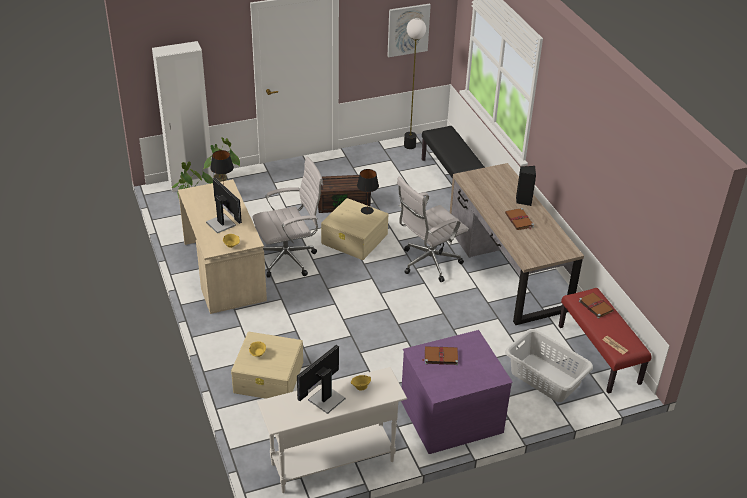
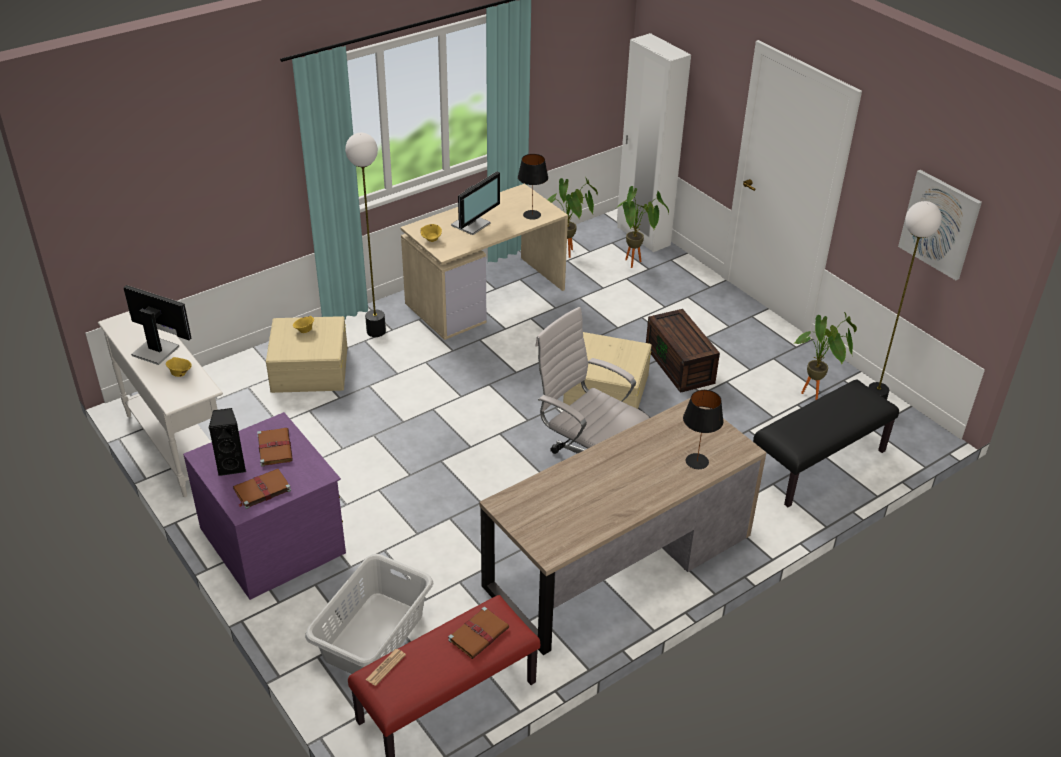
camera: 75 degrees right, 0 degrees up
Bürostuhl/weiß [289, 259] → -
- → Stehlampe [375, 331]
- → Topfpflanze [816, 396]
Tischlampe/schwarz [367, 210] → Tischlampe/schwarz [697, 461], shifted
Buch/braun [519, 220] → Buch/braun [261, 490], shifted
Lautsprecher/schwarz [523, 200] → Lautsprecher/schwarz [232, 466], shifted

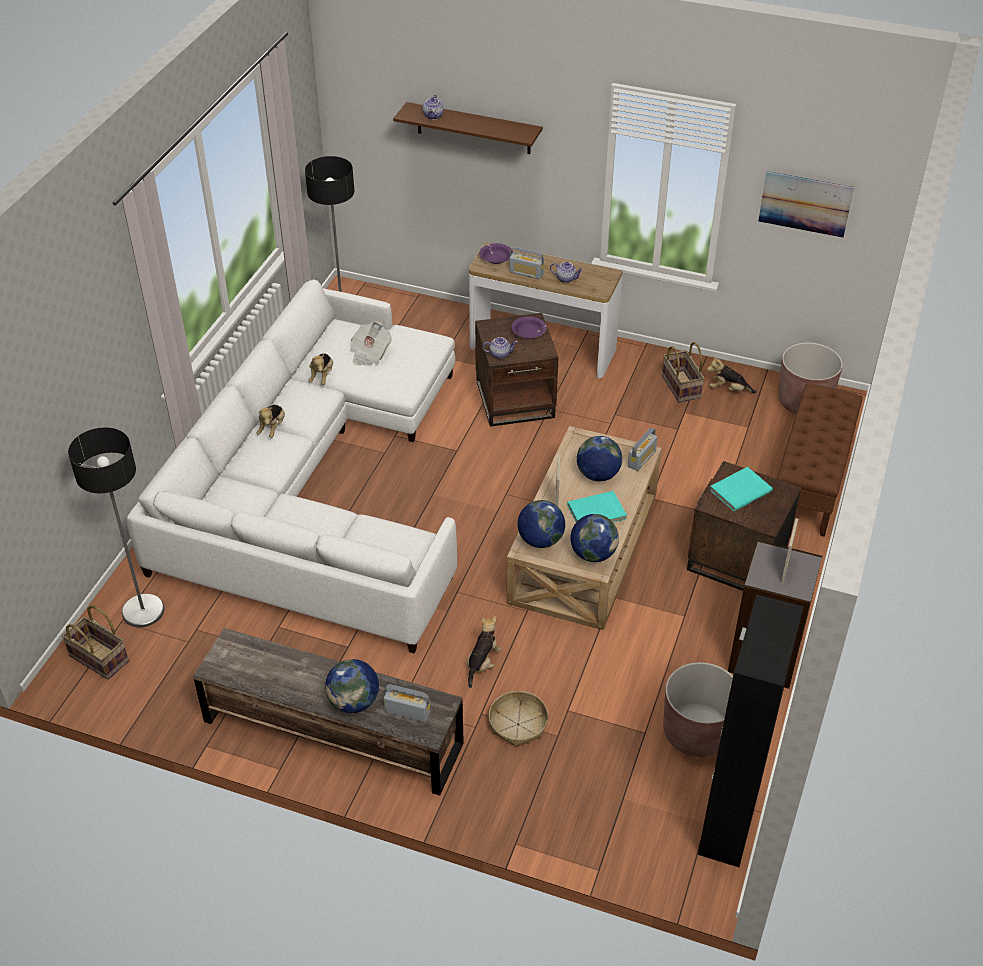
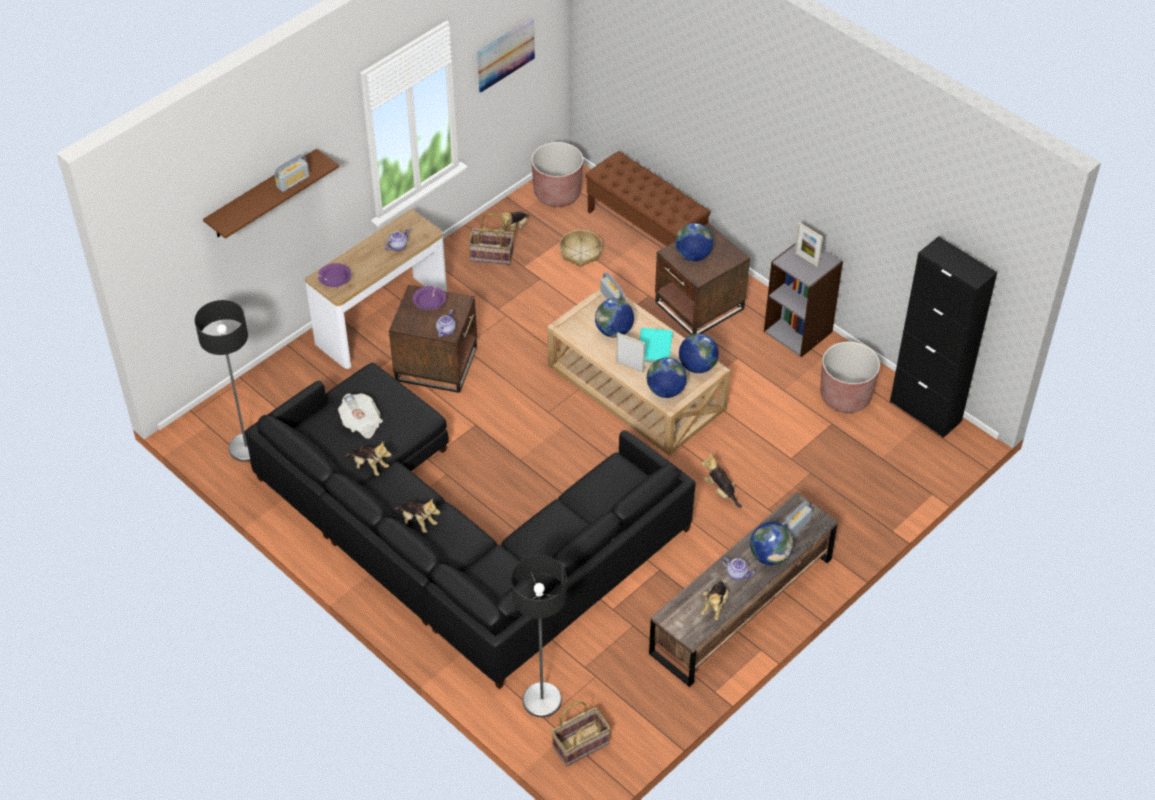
camera: 65 degrees left, 5 degrees up
- → Plüschtier [715, 605]
Teekanne [433, 116] → Teekanne [737, 574], shifted
Korb [518, 724] → Korb [580, 253], shifted
Radio [526, 273] → Radio [293, 181], shifted
Buch/türkis [739, 490] → Globus [693, 256]
Sofa/weiß [314, 485] → Sofa/schwarz [457, 535]

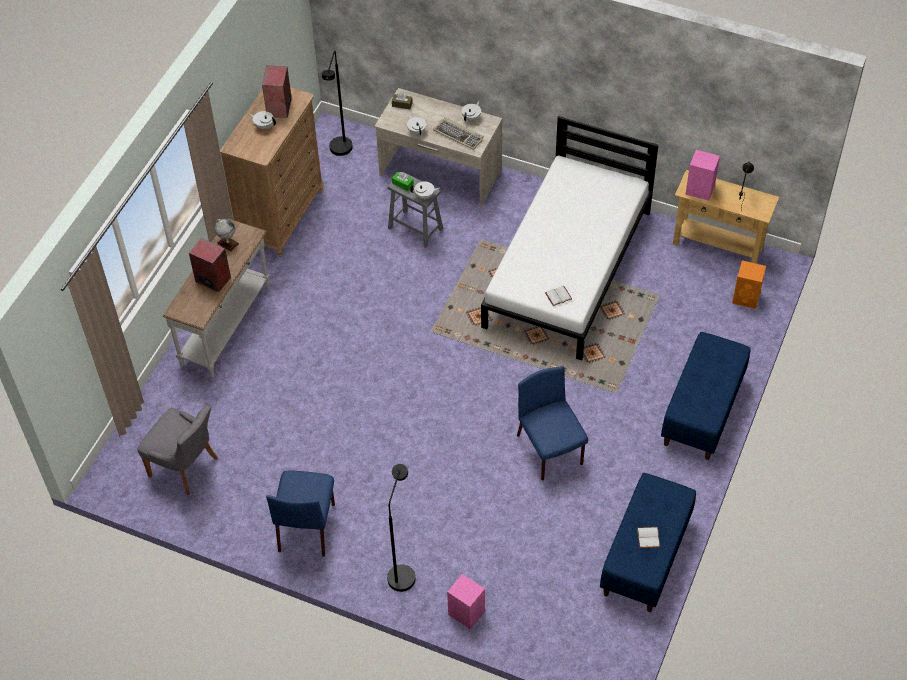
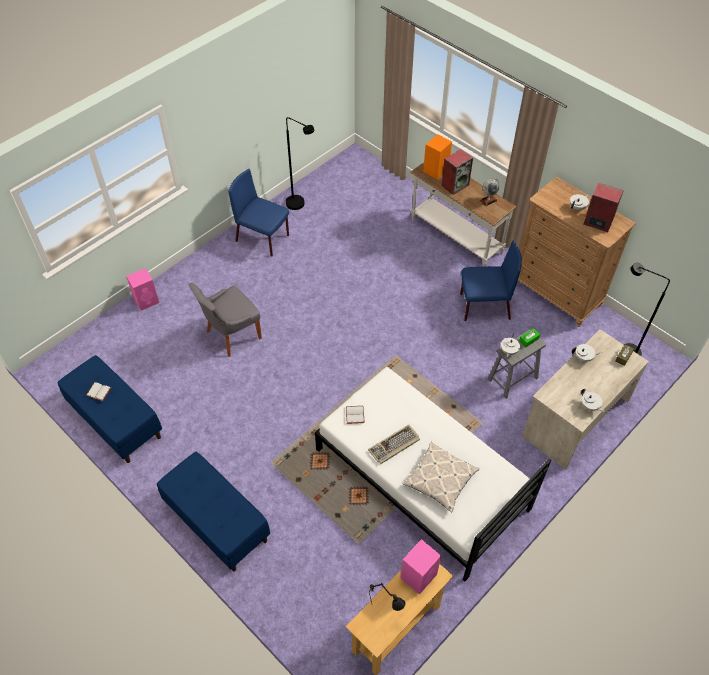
camera: 110 degrees right, 0 degrees up
- → Kissen [440, 479]
Stuhl/grau [186, 467] → Stuhl/grau [231, 335], shifted
Stehlampe/schwarz [402, 571] → Stehlampe/schwarz [300, 205], shifted
Tastatur [459, 135] → Tastatur [394, 445], shifted
Stuhl/blau [550, 451] → Stuhl/blau [483, 306], shifted
Lautsprecher/orange [746, 298] → Lautsprecher/orange [435, 170], shifted

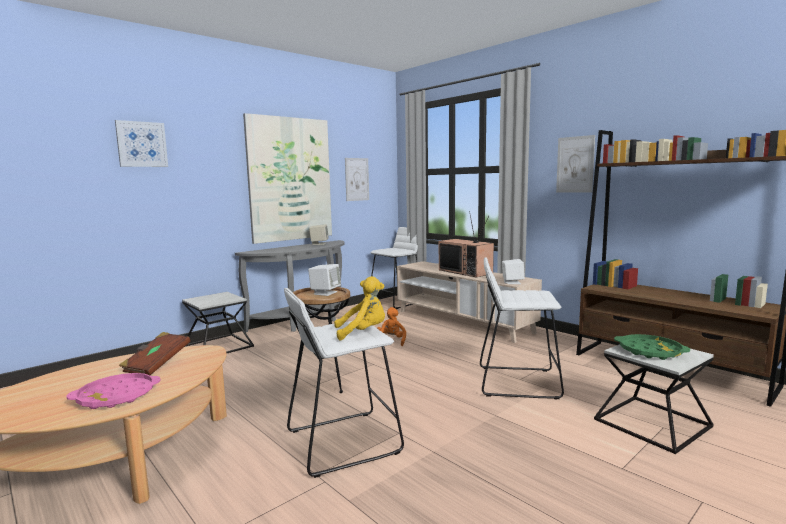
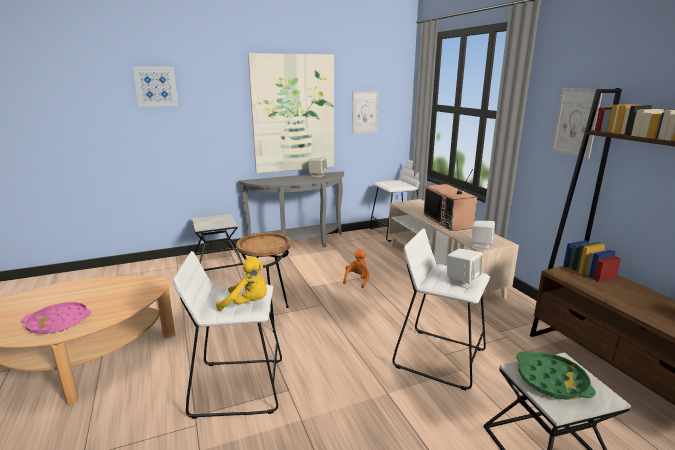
camera: 20 degrees right, 10 degrees up
Buch/braun [156, 365] → -
Lautsprecher/weiß [325, 293] → Lautsprecher/weiß [462, 281], shifted

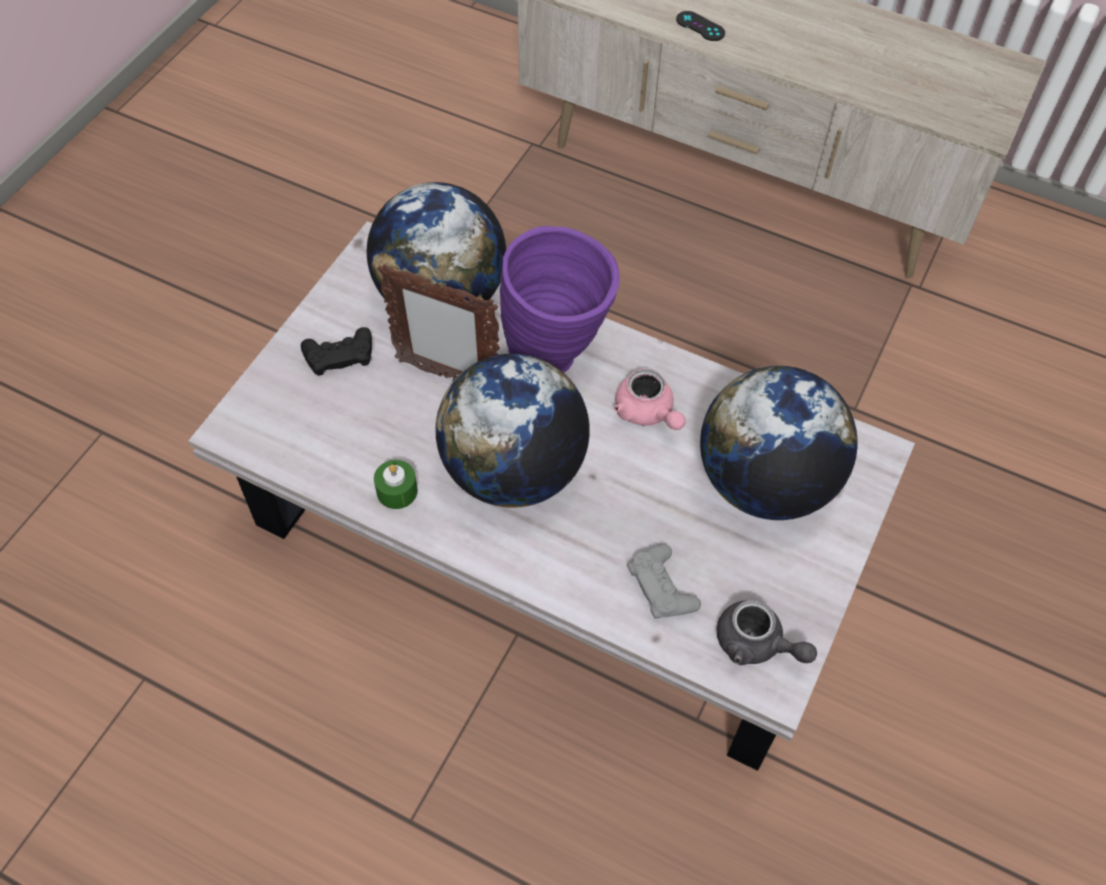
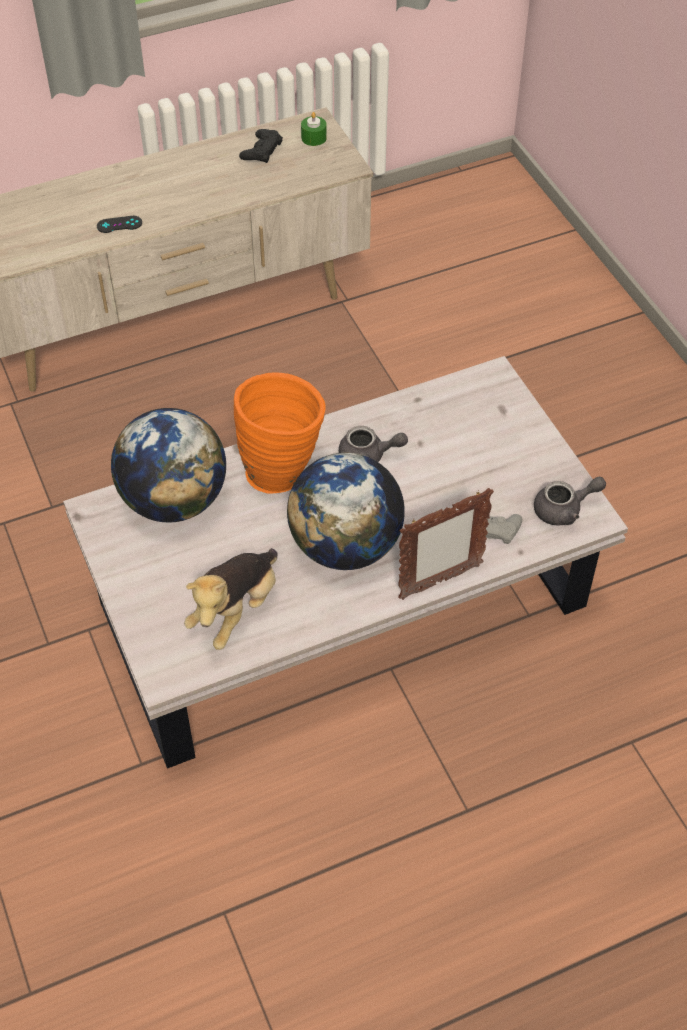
camera: 50 degrees left, 5 degrees down
Globus [765, 482] → -
- → Plüschtier [236, 610]
Gamepad/schwarz [339, 355] → Gamepad/schwarz [261, 150], shifted
Kerze/grün [397, 491] → Kerze/grün [314, 138], shifted
Bilderrahmen [447, 377] → Bilderrahmen [439, 582], shifted
Vase/lila [558, 355] → Vase/orange [282, 470]
Teekanne/rosa [647, 413] → Teekanne/grau [368, 456]

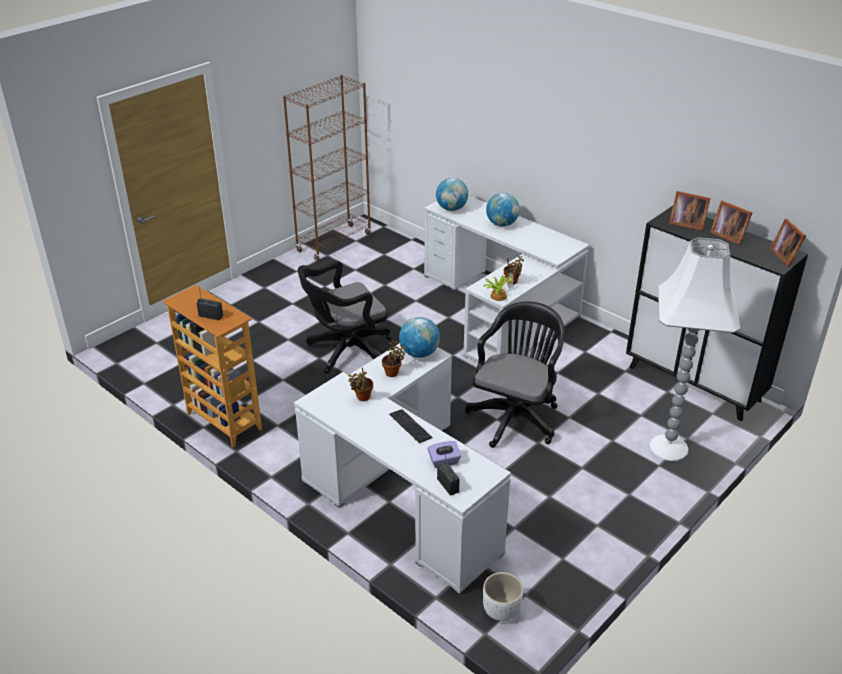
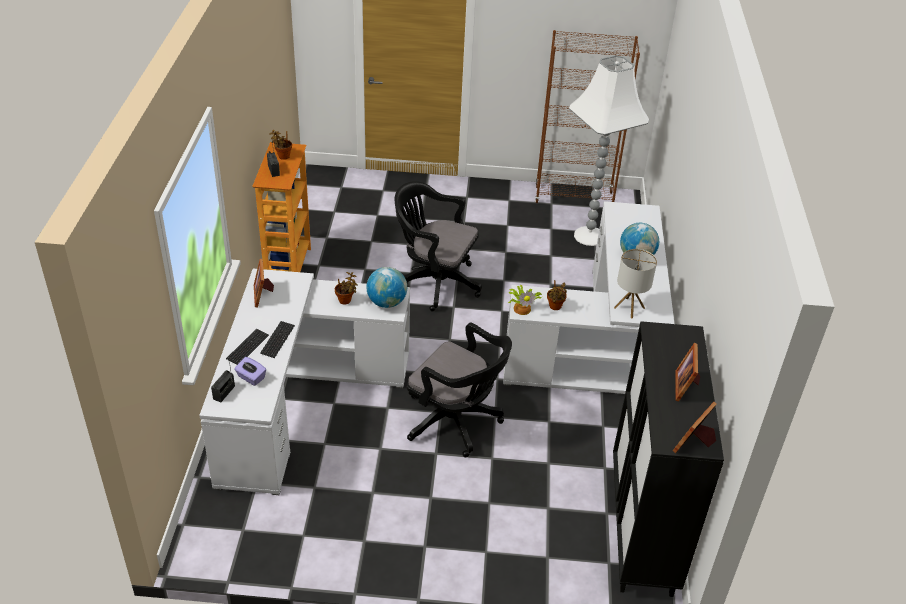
camera: 50 degrees right, 5 degrees up
Globus [451, 209] → -
Pflanzkübel/weiß [501, 610] → -
- → Tastatur [247, 347]
- → Tischlampe [629, 307]
Topfpflanze [362, 398] → Topfpflanze [282, 156], shifted
Stehlampe/weiß [668, 447] → Stehlampe/weiß [589, 235], shifted
Bilderrahmen [686, 223] → Bilderrahmen [263, 294], shifted
Bürostuhl/schwarz [515, 416] → Bürostuhl/schwarz [456, 422], 45 degrees clockwise

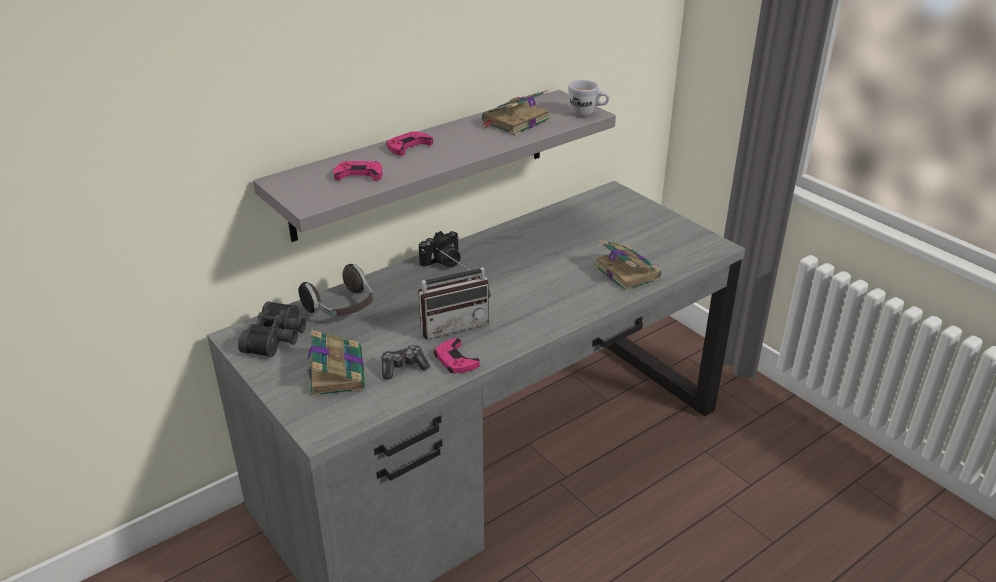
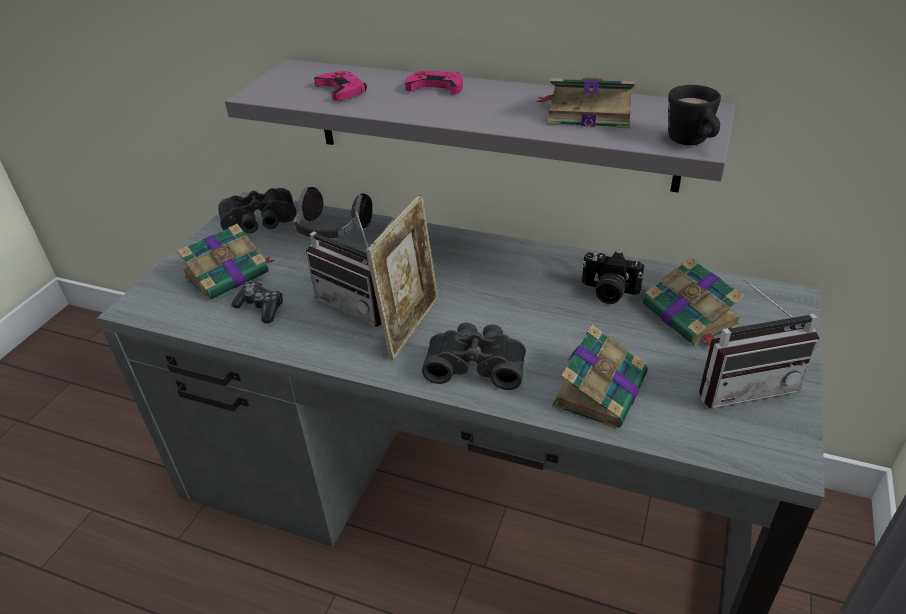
camera: 60 degrees right, 5 degrees up
Gamepad/rosa [455, 360] → -
- → Bilderrahmen [411, 326]
- → Fernglas/schwarz [476, 364]
- → Buch [691, 317]
- → Radio [743, 385]
Kamera [443, 262] → Kamera [608, 292], shifted
Henkelbecher/weiß [587, 113] → Henkelbecher/schwarz [692, 143]

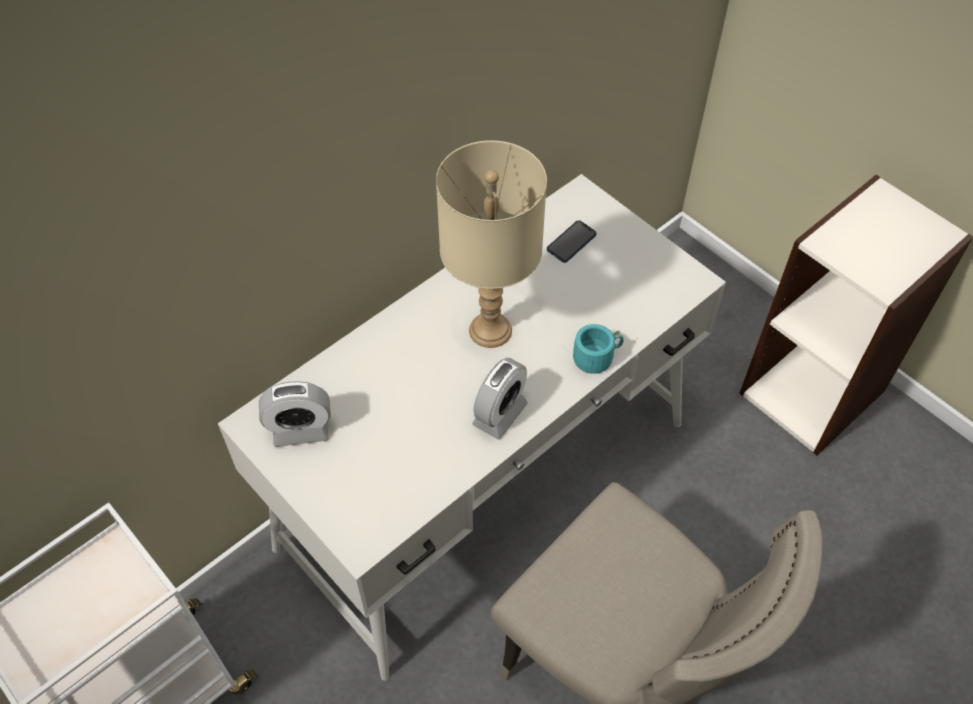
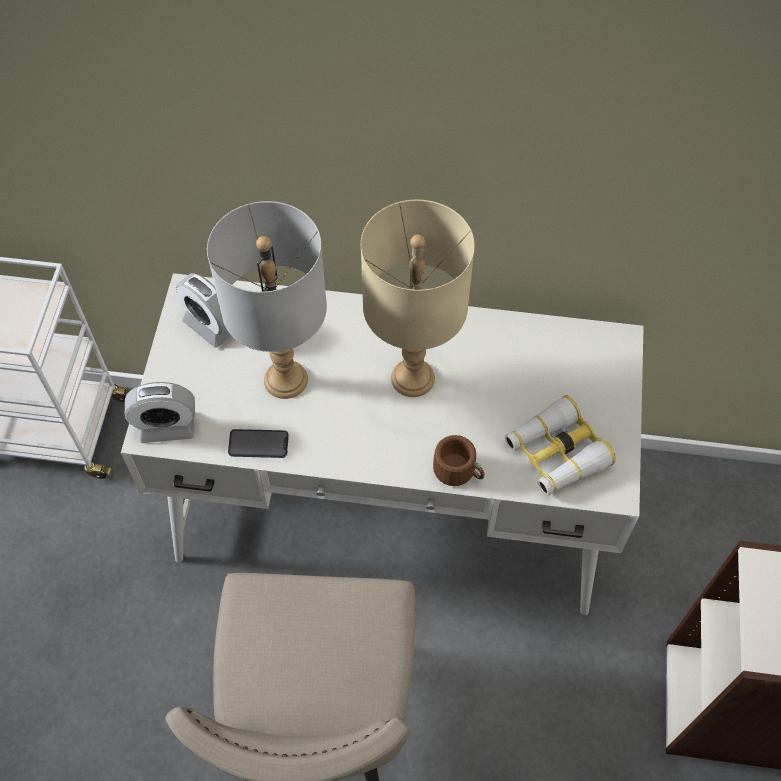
camera: 50 degrees right, 5 degrees up
- → Tischlampe/grau [285, 379]
- → Fernglas [556, 453]
Wecker [500, 414] → Wecker [167, 427], shifted
Handy [571, 242] → Handy [258, 444], shifted
Henkelbecher/türkis [596, 356] → Henkelbecher/braun [459, 469]

